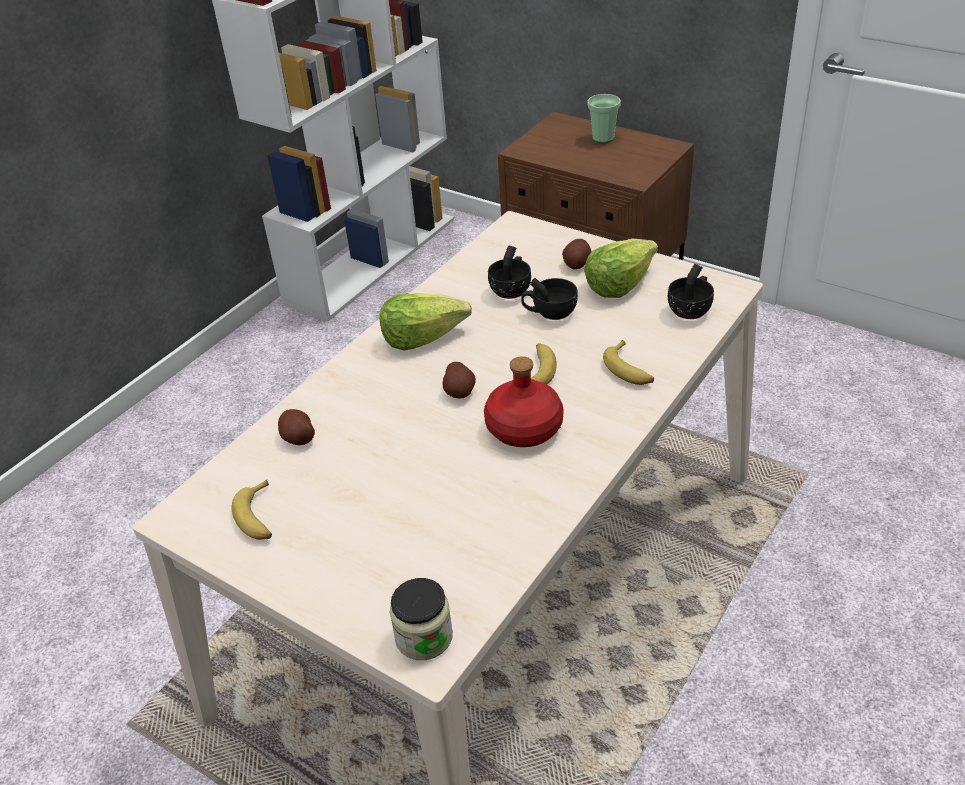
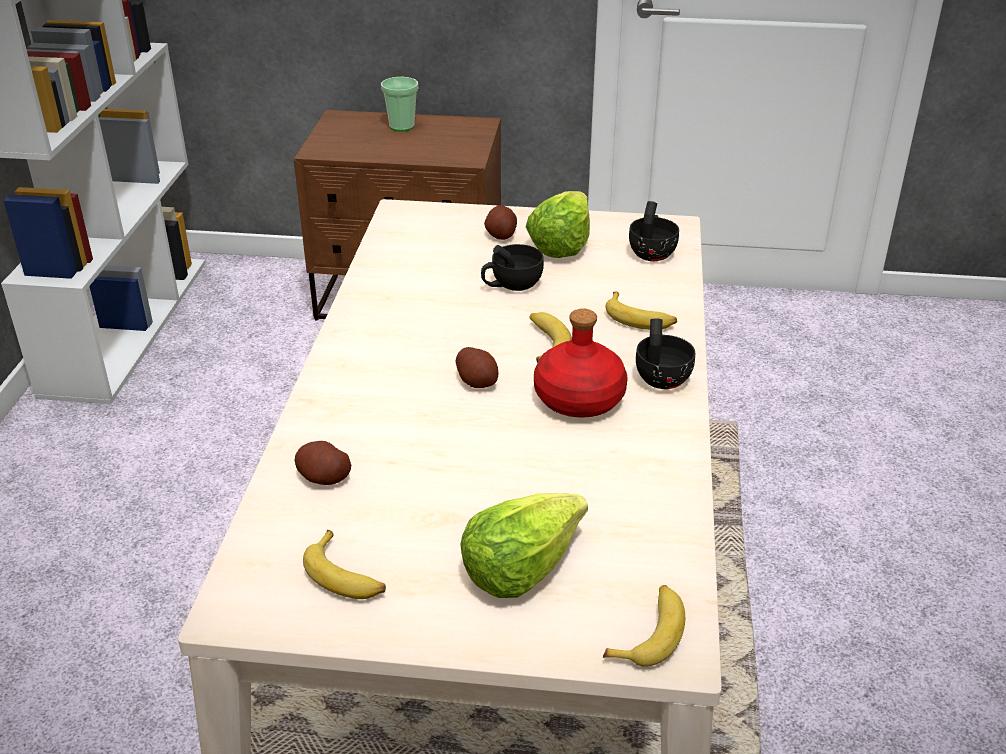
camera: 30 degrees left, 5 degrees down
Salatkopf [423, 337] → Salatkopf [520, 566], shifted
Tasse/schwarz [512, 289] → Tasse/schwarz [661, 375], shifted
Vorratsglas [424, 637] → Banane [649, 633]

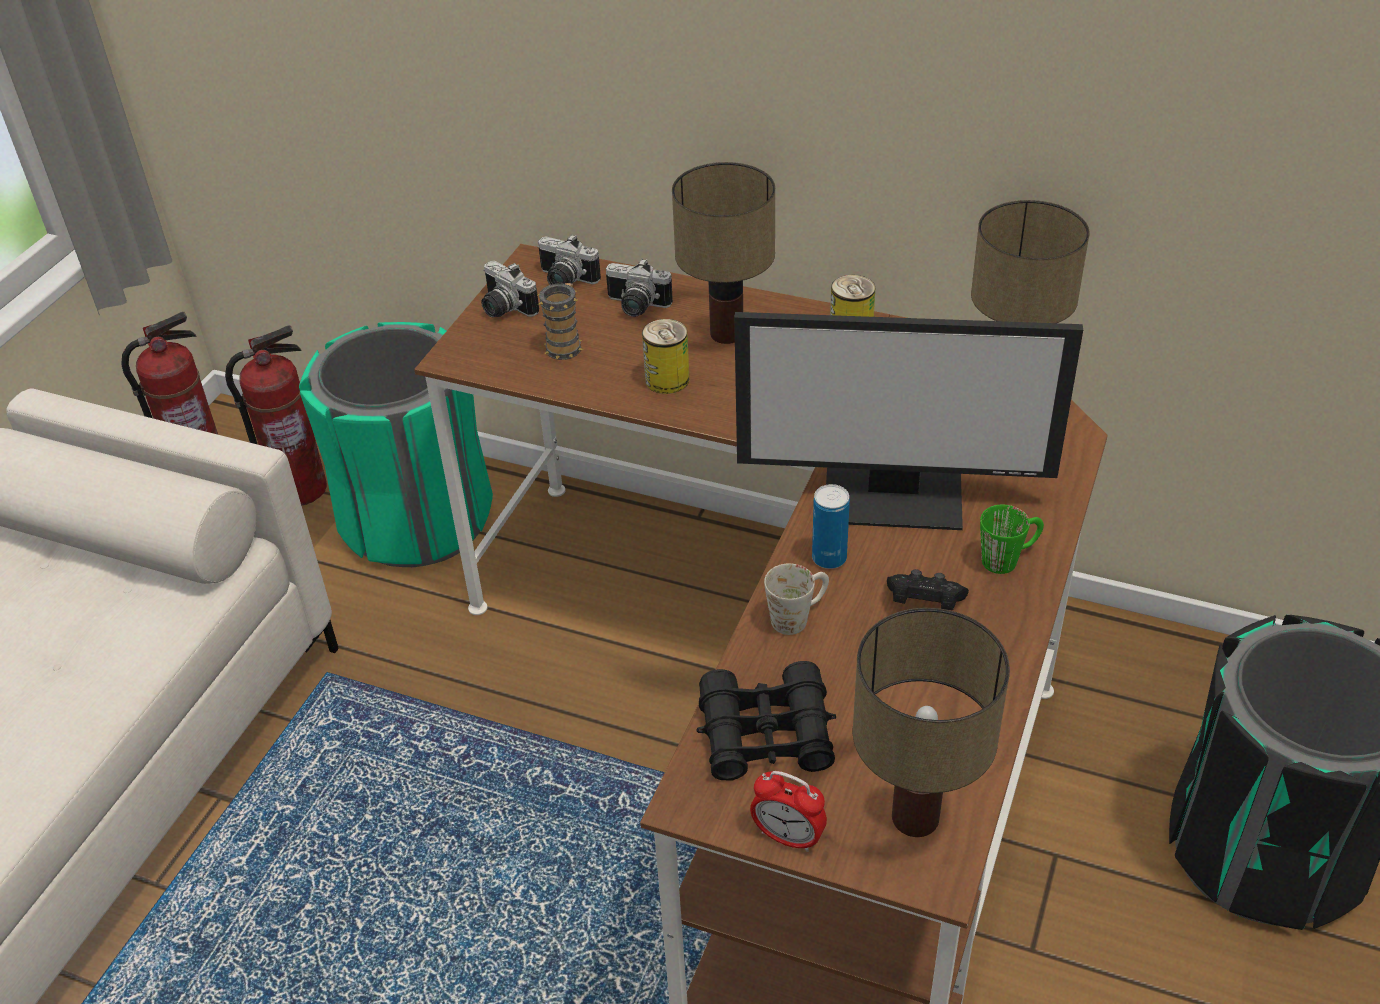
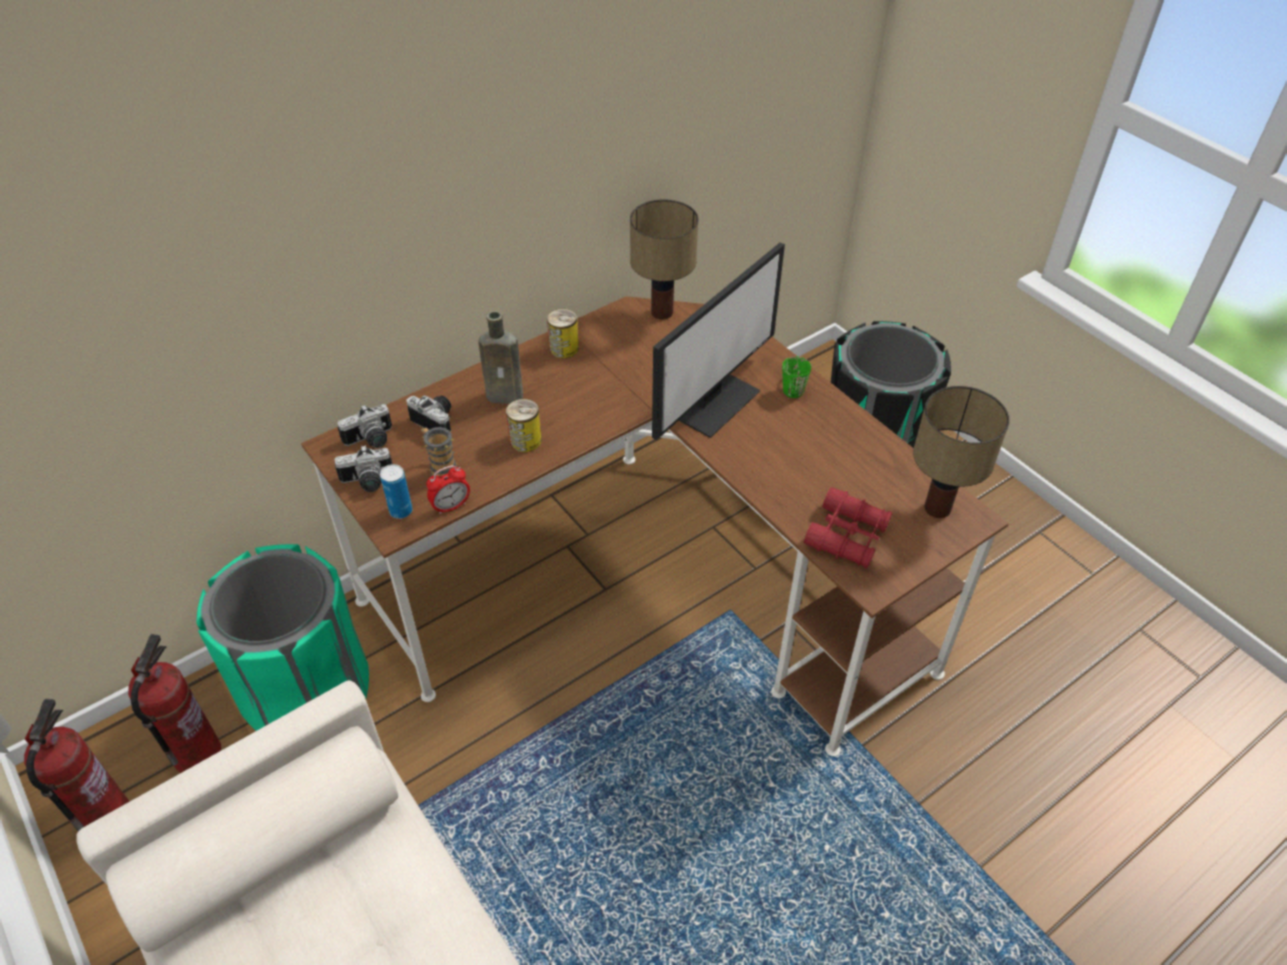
camera: 60 degrees left, 5 degrees up
Henkelbecher/weiß [798, 616] → -
Gamepad/schwarz [924, 603] → -
Wecker [788, 837] → Wecker [451, 506], shifted
Dose [829, 558] → Dose [401, 511], shifted
Tischlampe [724, 333] → Flasche/braun [507, 396]
Fernglas/schwarz [766, 734] → Fernglas/rot [847, 536]
Kamera [635, 307] → Kamera [437, 421], 105 degrees counterclockwise

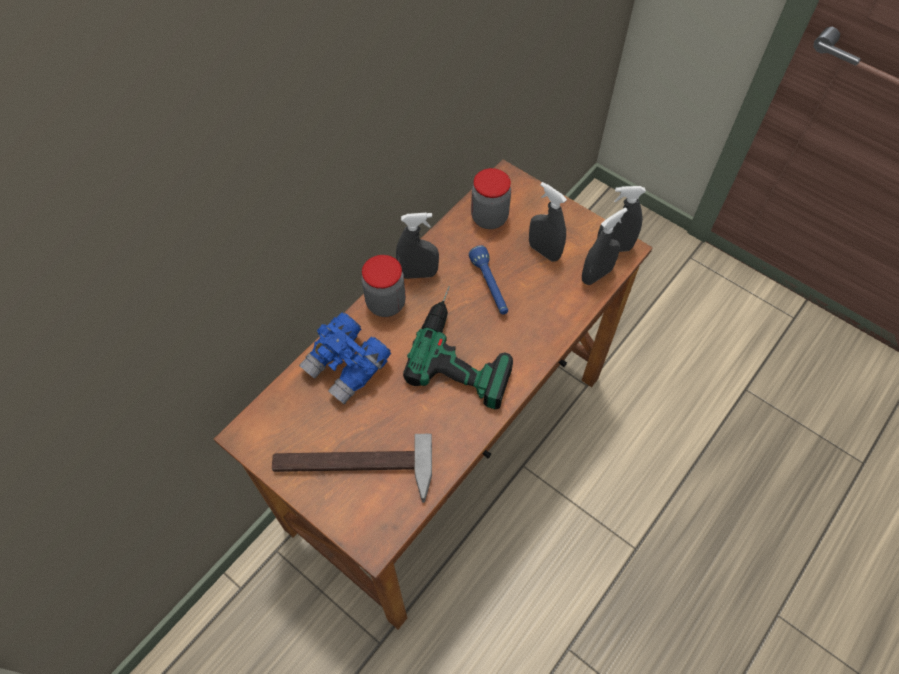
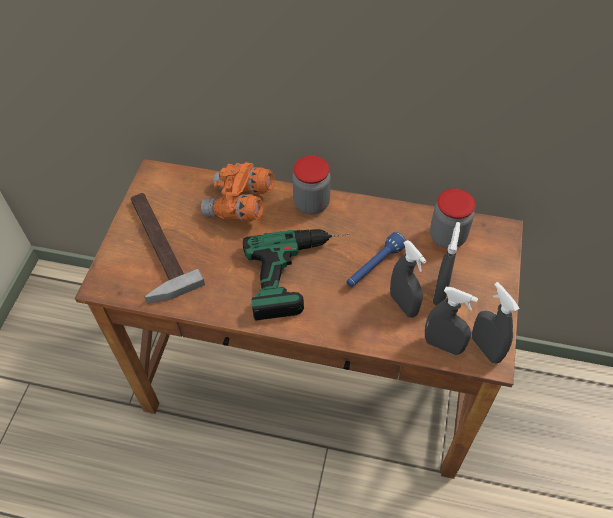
camera: 65 degrees right, 5 degrees down
Sprühflasche/grau [418, 274] → Sprühflasche/grau [403, 304], shifted
Fernglas/blau [348, 367] → Fernglas/orange [239, 205]

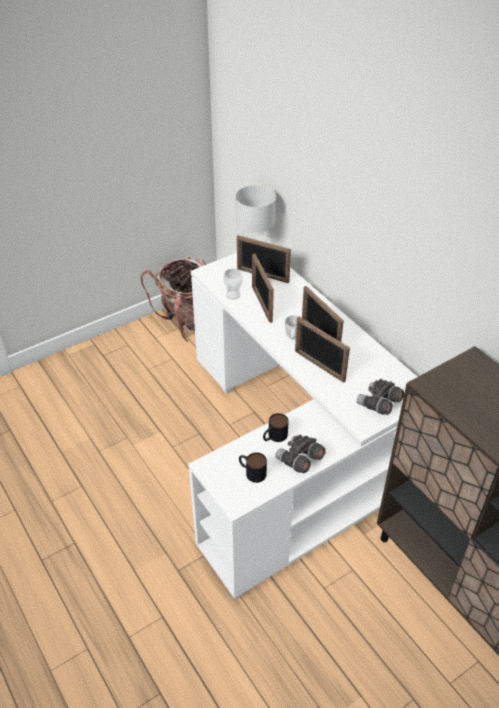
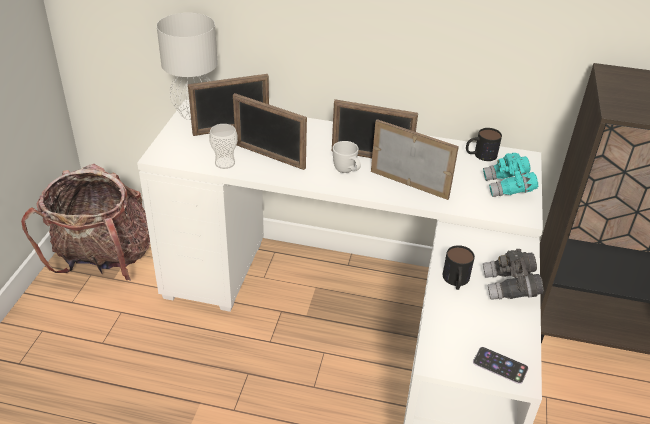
camera: 45 degrees left, 5 degrees down
- → Handy [500, 365]
Henkelbecher [252, 472] → Henkelbecher [480, 155], shifted
Fernglas/grau [379, 404] → Fernglas/türkis [508, 187]
Bilderrahmen [319, 366] → Bilderrahmen [409, 184], 150 degrees counterclockwise

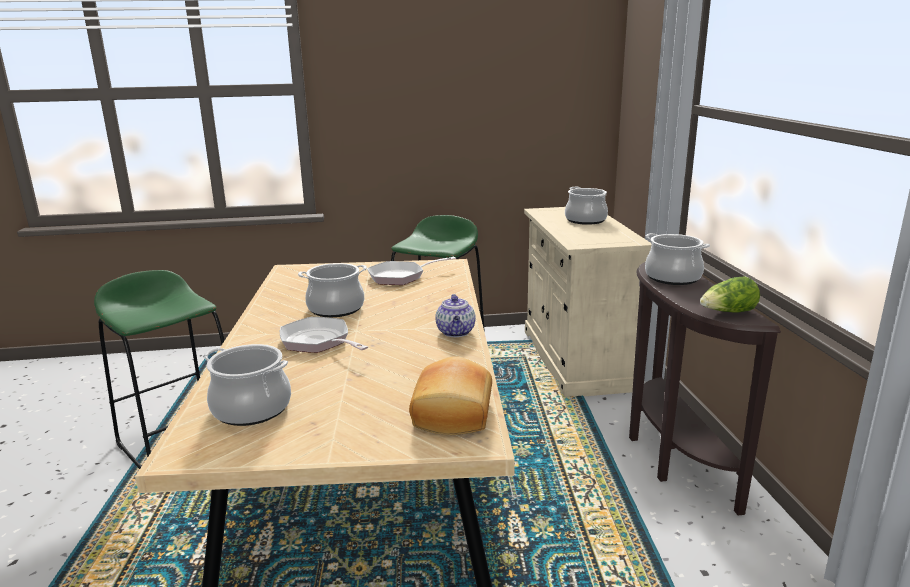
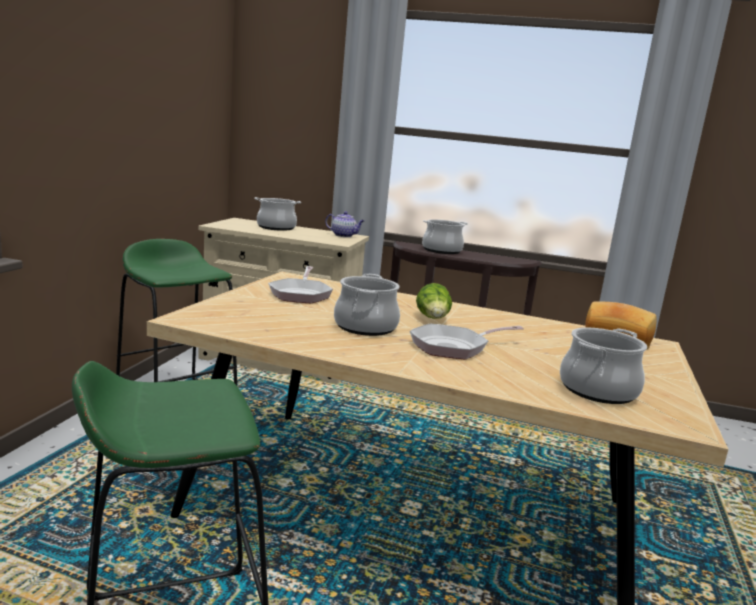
camera: 70 degrees left, 5 degrees down
Teekanne [456, 332] → Teekanne [344, 236], shifted
Salatkopf [728, 312] → Salatkopf [433, 319], shifted

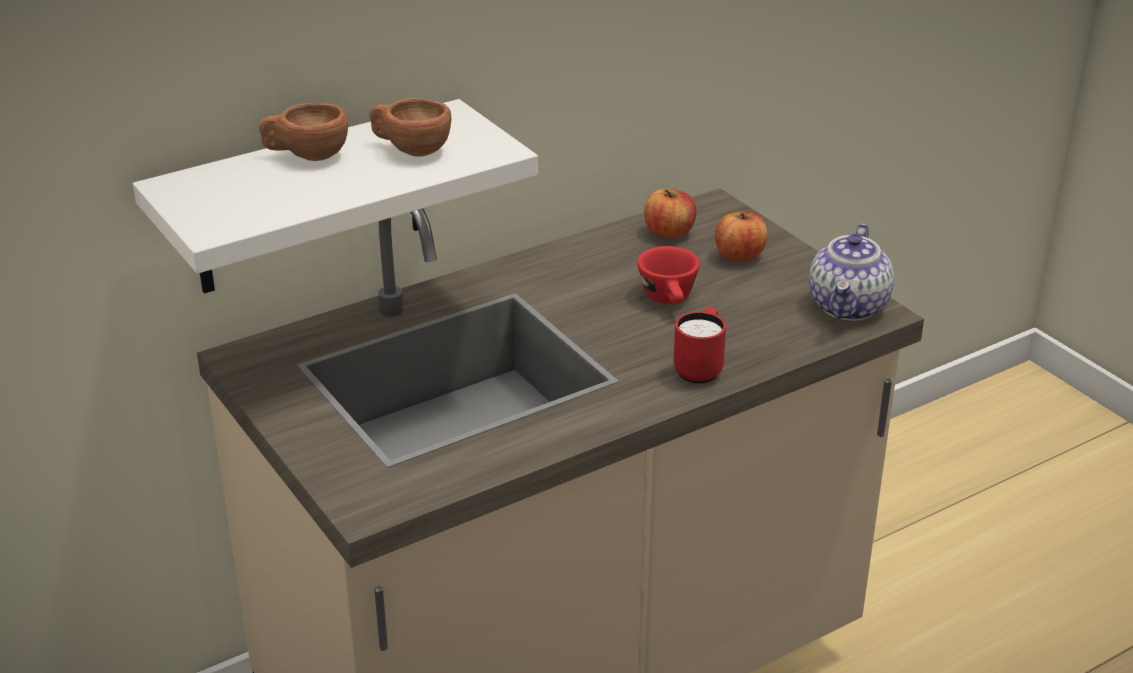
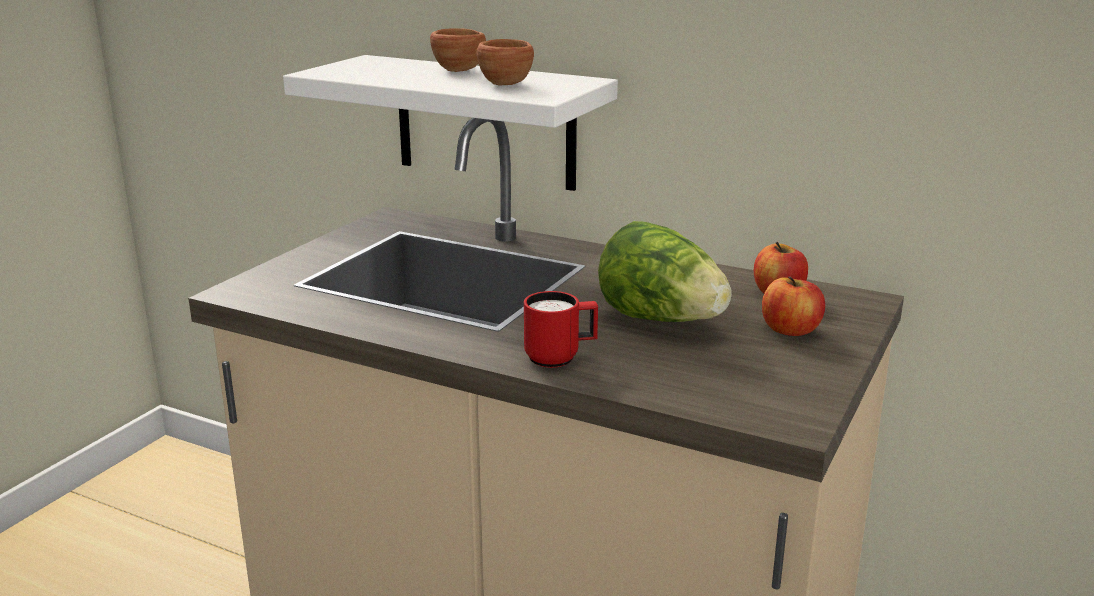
camera: 60 degrees right, 10 degrees down
Teekanne [849, 307] → -
Tasse/rot [670, 299] → Salatkopf [661, 320]

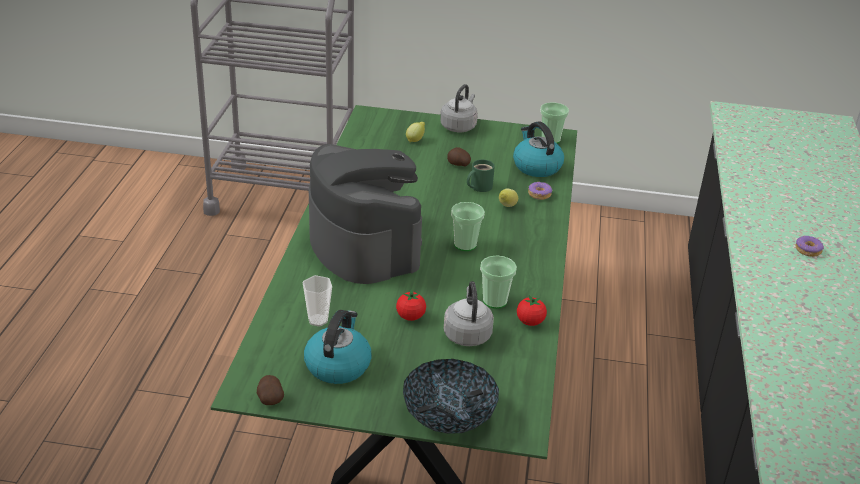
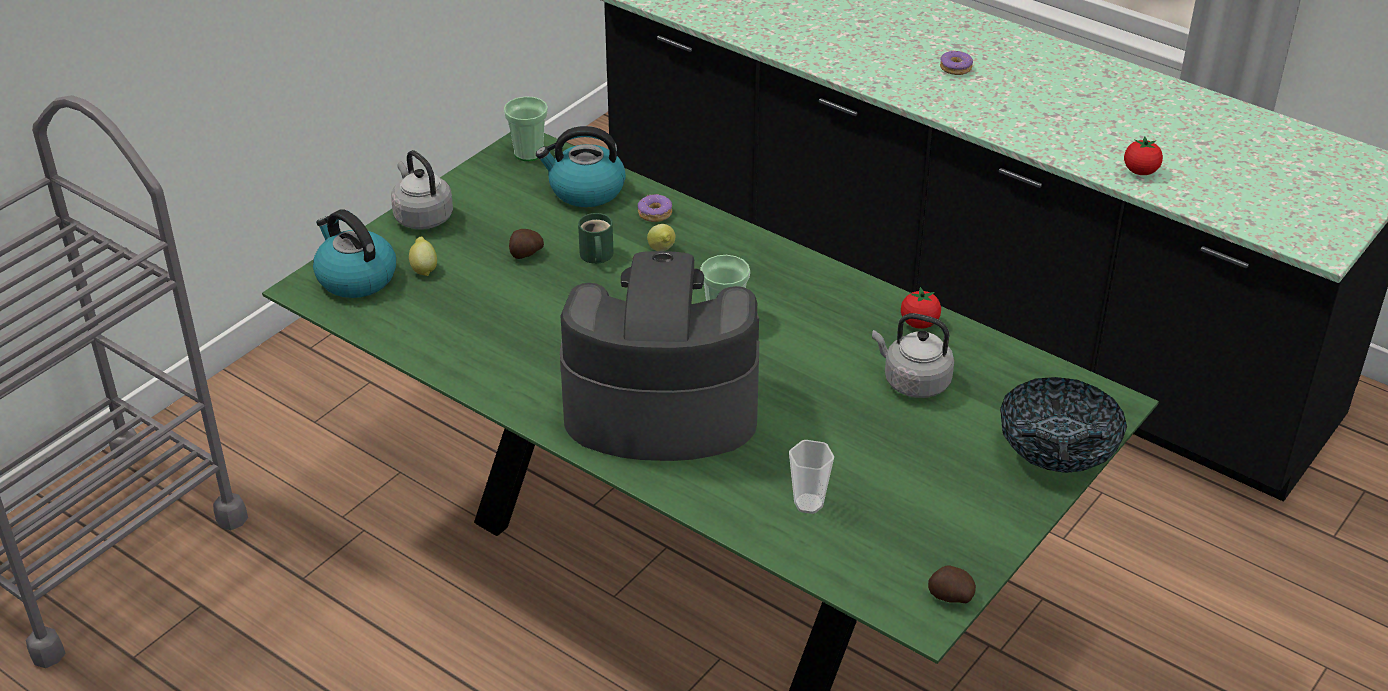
camera: 60 degrees left, 5 degrees up
Tasse [495, 301] → -
Wasserkessel [338, 365] → Wasserkessel [355, 278], shifted
Tomate [410, 317] → Tomate [1140, 171], shifted

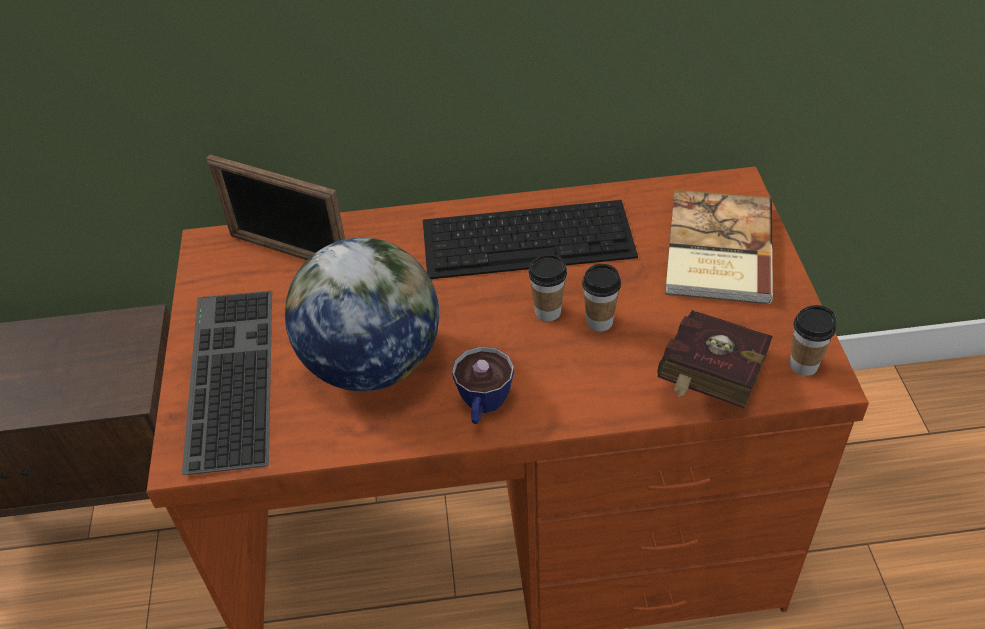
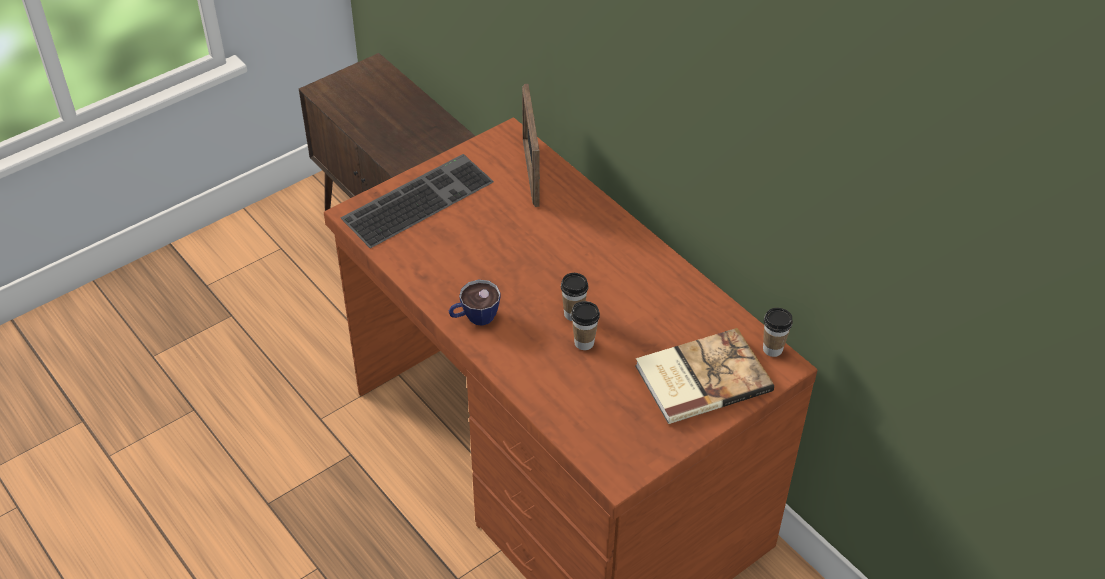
camera: 55 degrees right, 0 degrees up
Globus [372, 364] → -
Tastatur [529, 238] → -
Buch/rot [708, 383] → -
Tasse [803, 365] → Tasse [772, 349], shifted

